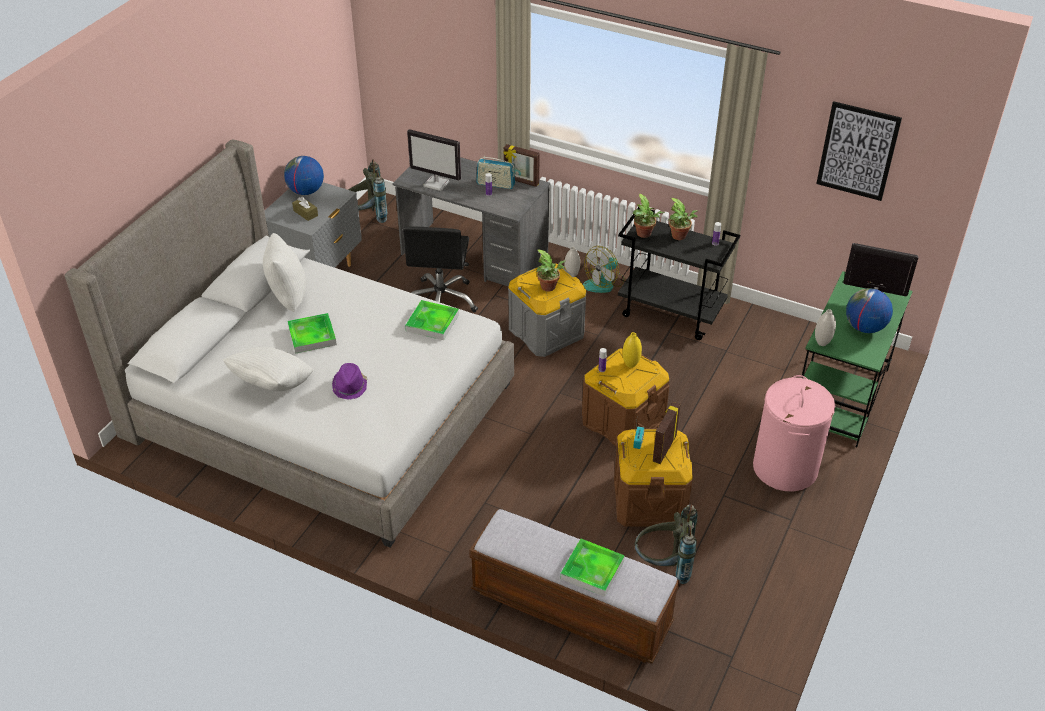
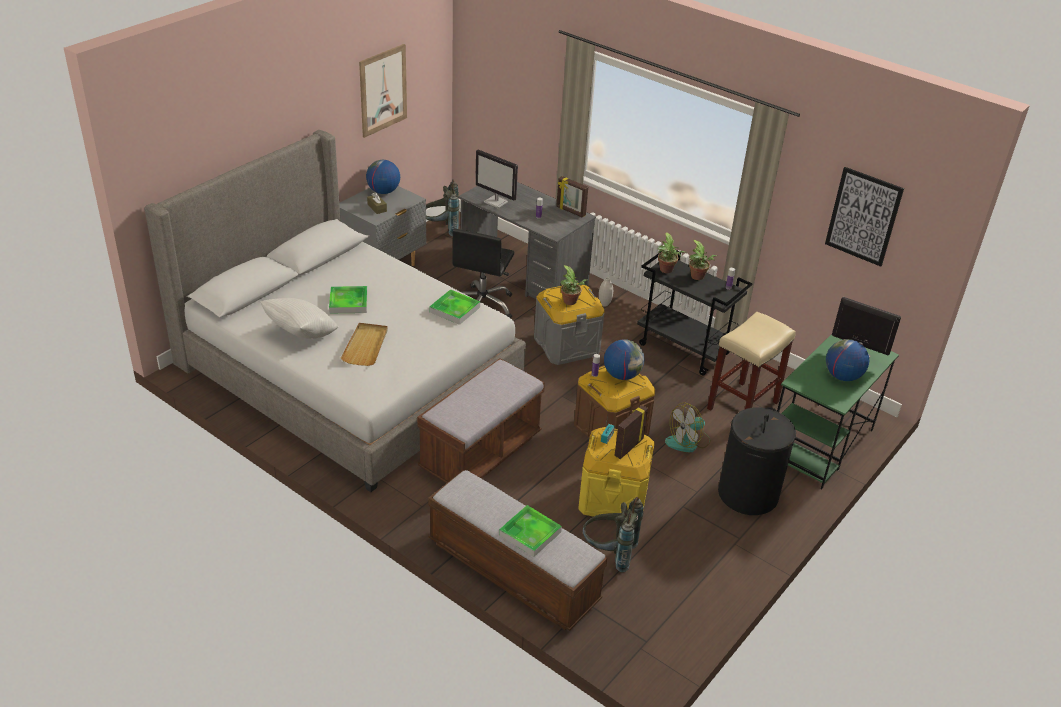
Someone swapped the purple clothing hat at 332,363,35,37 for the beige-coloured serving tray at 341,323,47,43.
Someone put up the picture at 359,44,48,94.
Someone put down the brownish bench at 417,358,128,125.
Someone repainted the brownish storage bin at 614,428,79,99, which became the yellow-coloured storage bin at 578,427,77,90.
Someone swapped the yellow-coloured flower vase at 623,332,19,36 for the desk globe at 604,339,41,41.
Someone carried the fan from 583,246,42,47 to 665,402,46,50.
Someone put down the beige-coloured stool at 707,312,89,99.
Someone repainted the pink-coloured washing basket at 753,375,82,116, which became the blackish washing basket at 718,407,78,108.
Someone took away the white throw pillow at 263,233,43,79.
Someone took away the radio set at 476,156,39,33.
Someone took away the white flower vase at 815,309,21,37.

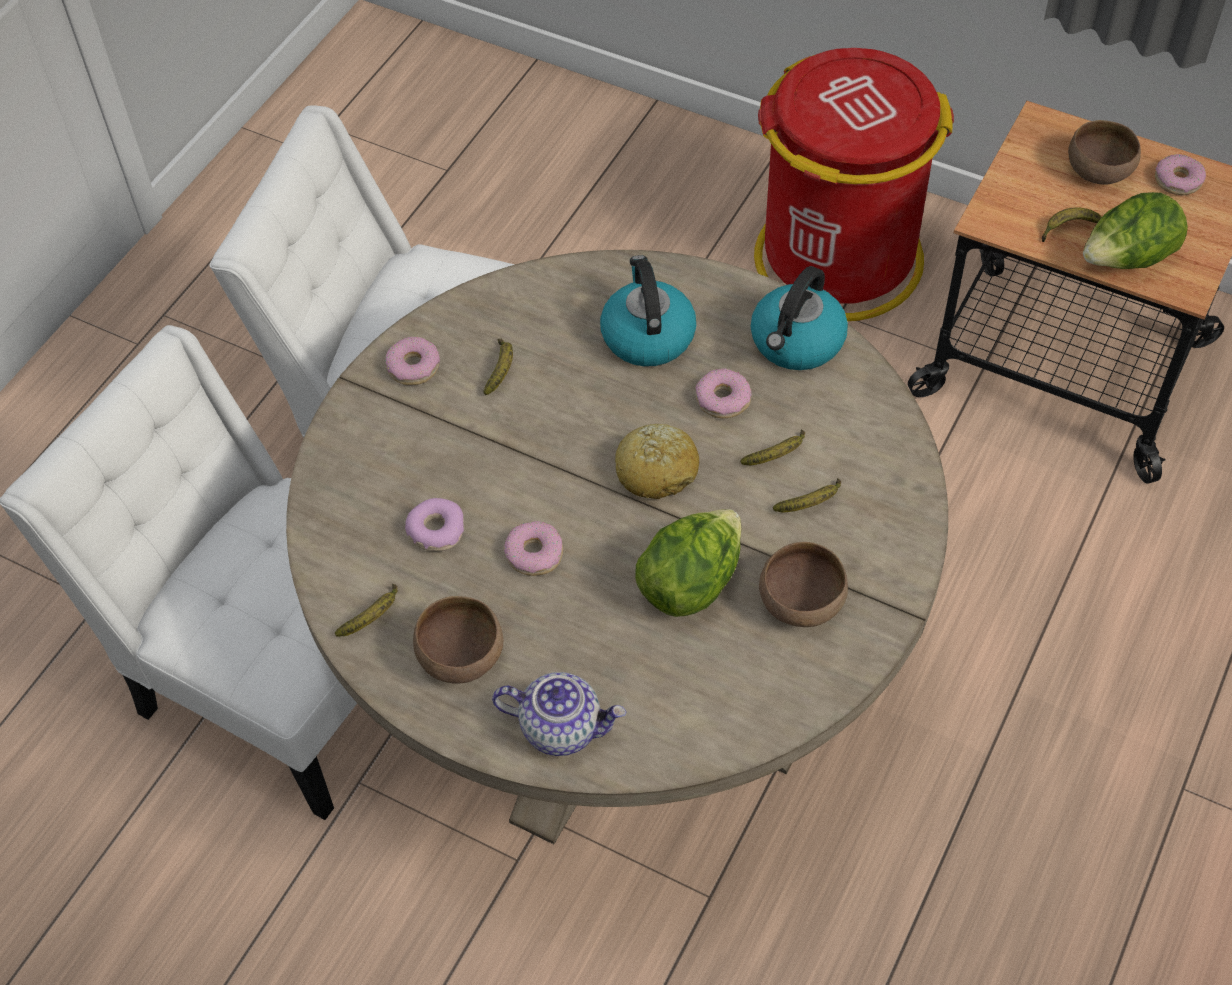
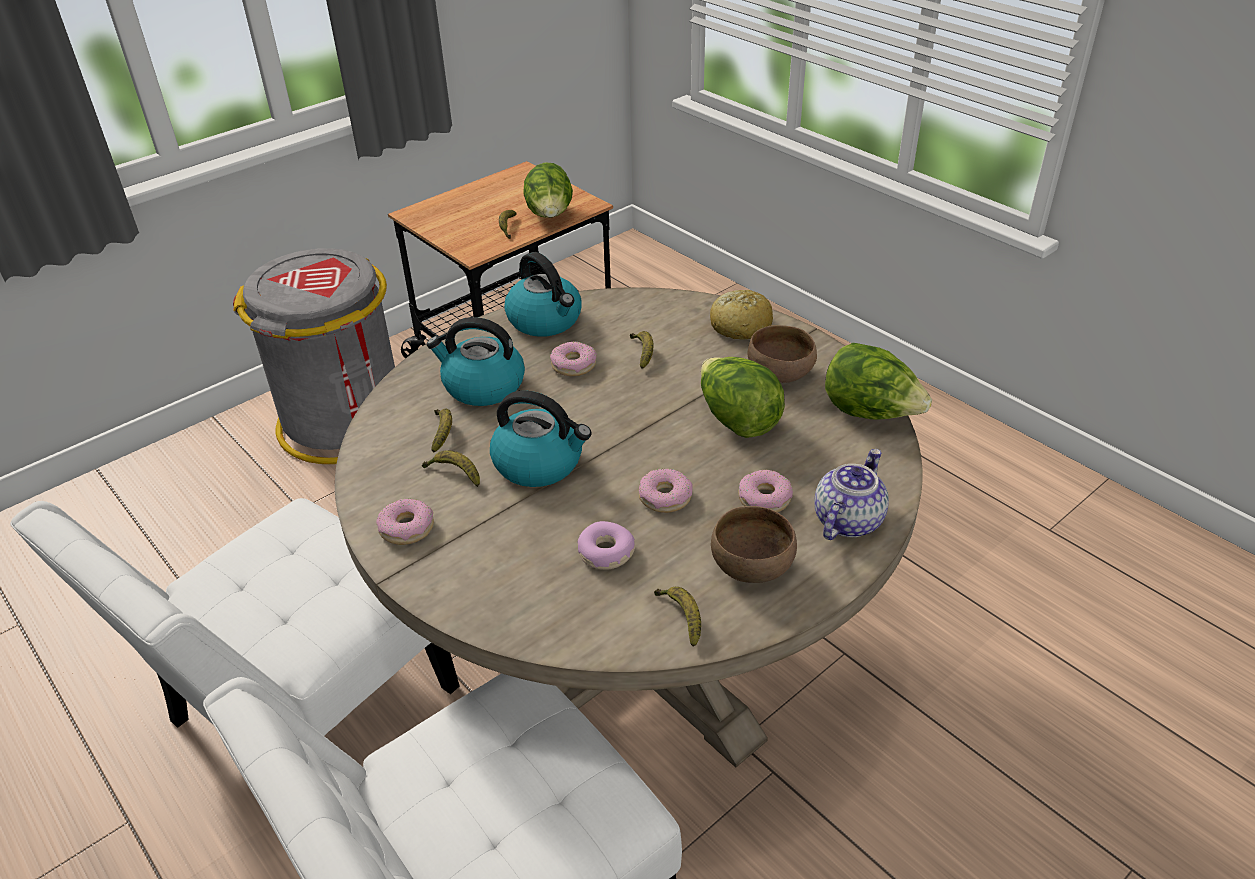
Someone repainted the red waste bin at 754,48,200,273, which became the greyish waste bin at 233,248,162,216.
Someone carried the banana fruit from 773,478,68,35 to 431,408,21,44.
Someone put down the kettle at 490,390,101,97.
Someone carried the bread from 615,424,84,75 to 710,290,63,49.
Someone carried the ring doughnut from 1155,154,51,41 to 738,470,55,42.
Someone put down the lettuce at 825,343,107,77.
Someone took away the brownish deep dish at 1068,120,73,65.

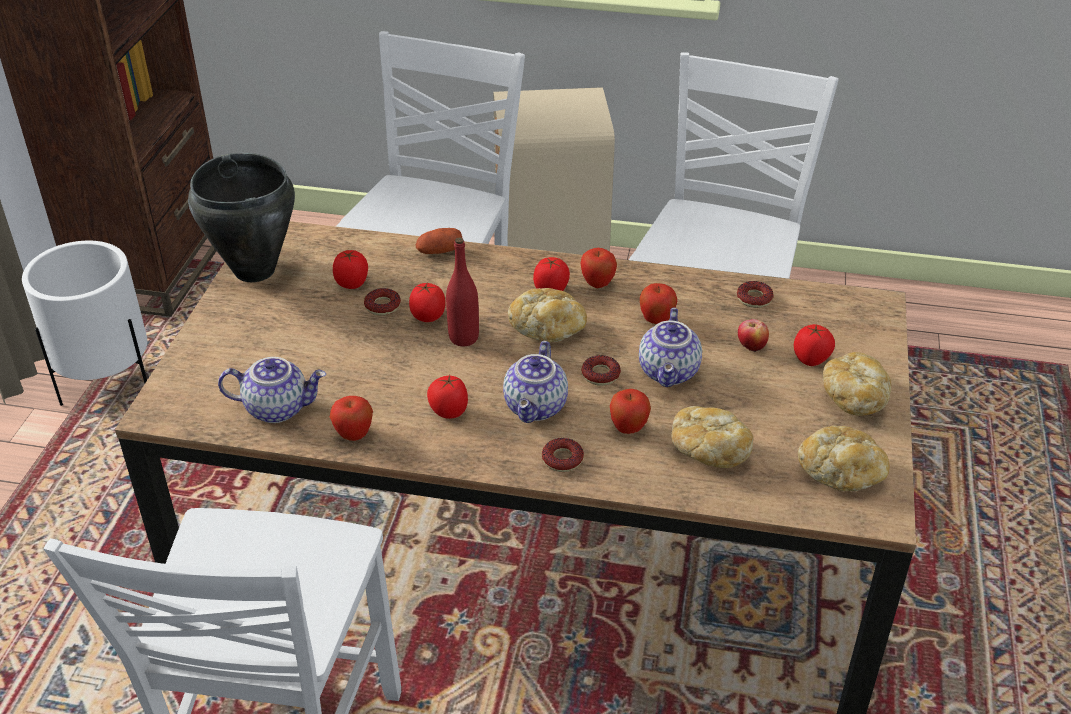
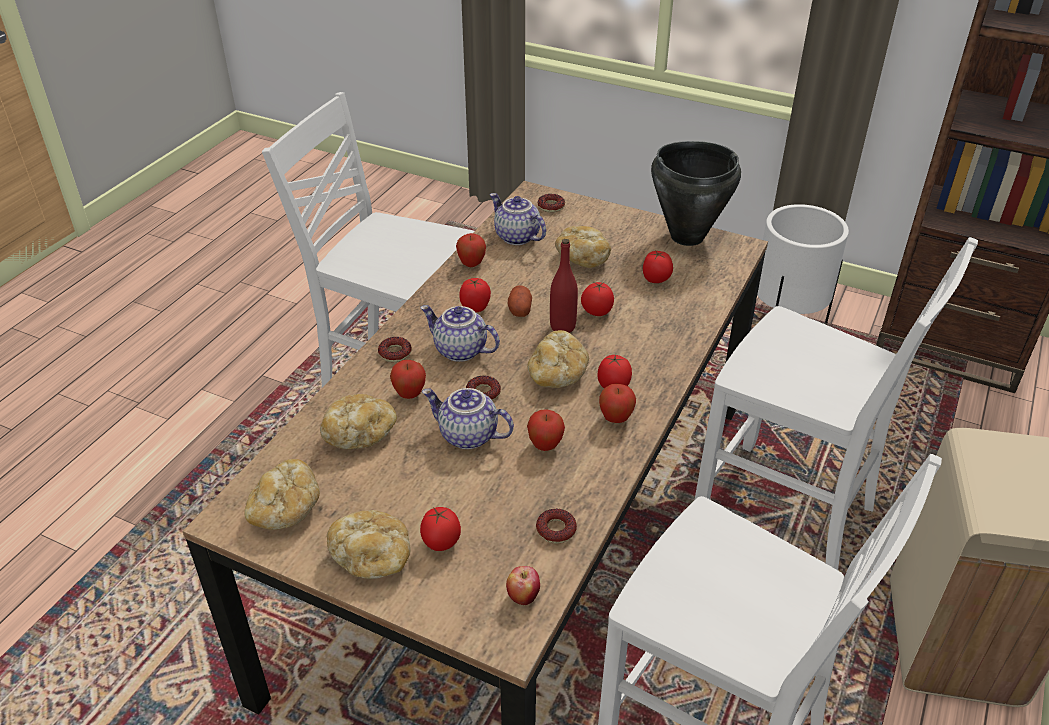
Someone rotated the teapot at 218,357,108,66 by 120 degrees clockwise.
Someone carried the apple fruit from 738,319,31,33 to 506,566,34,39.
Someone carried the potato from 416,228,46,26 to 508,285,24,32.
Someone carried the ring doughnut from 364,288,37,28 to 538,194,27,19.
Someone put down the bread at 555,226,56,42.

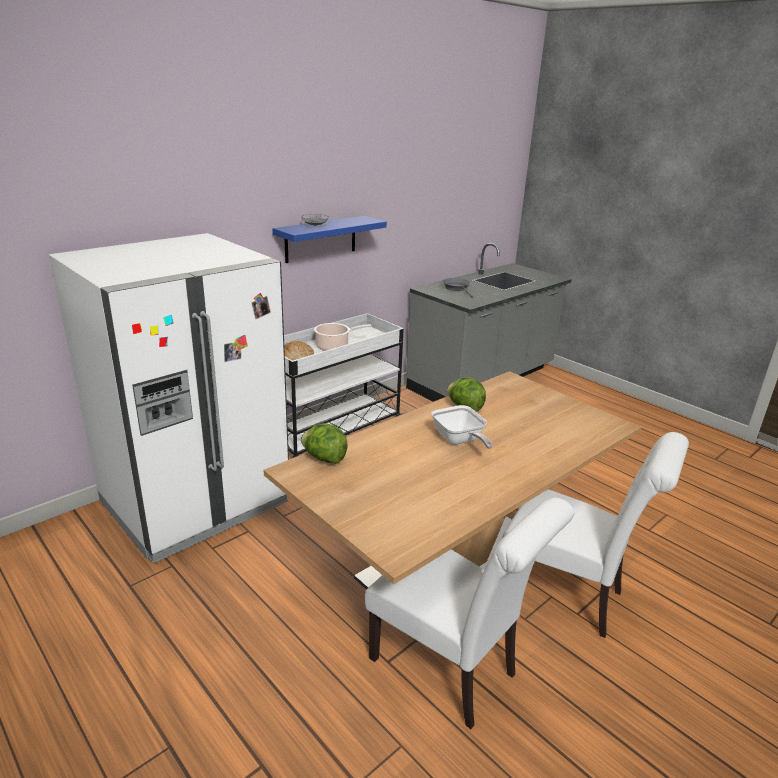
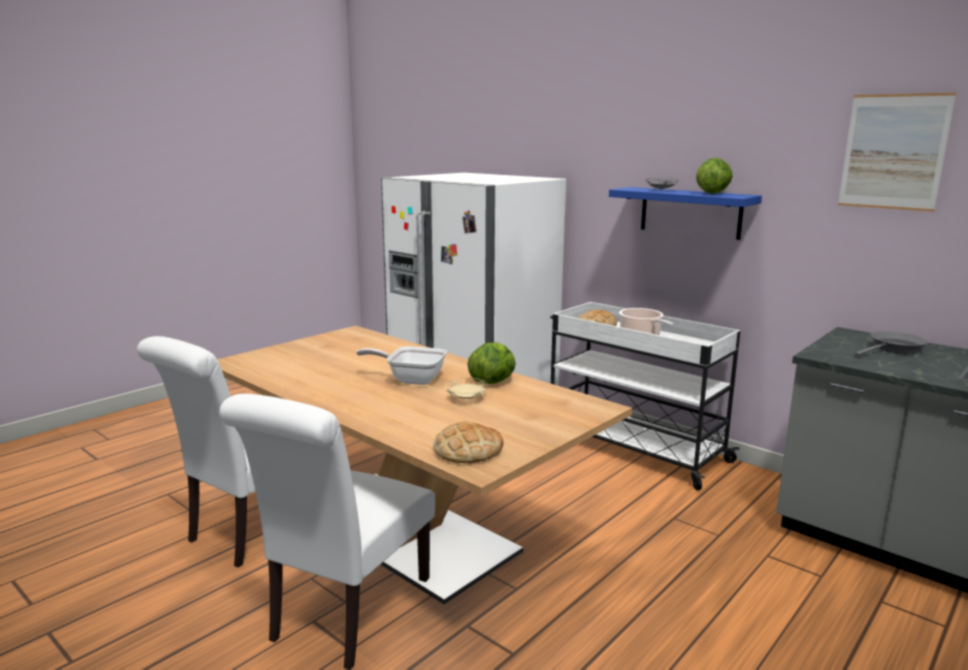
Someone rotated the frying pan at 431,405,62,44 by 45 degrees clockwise.
Someone put down the bread at 433,422,70,41.
Someone put down the beige-coloured dinner plate at 445,378,44,21.
Someone carried the lettuce from 301,423,47,41 to 696,157,37,37.
Someone put up the picture at 838,93,118,119.

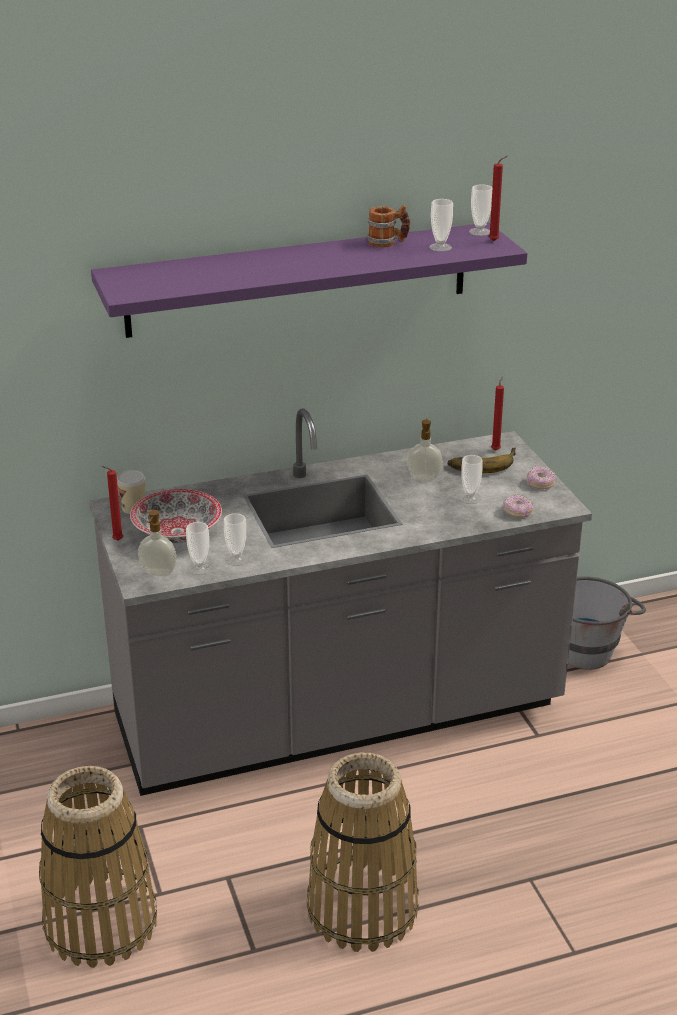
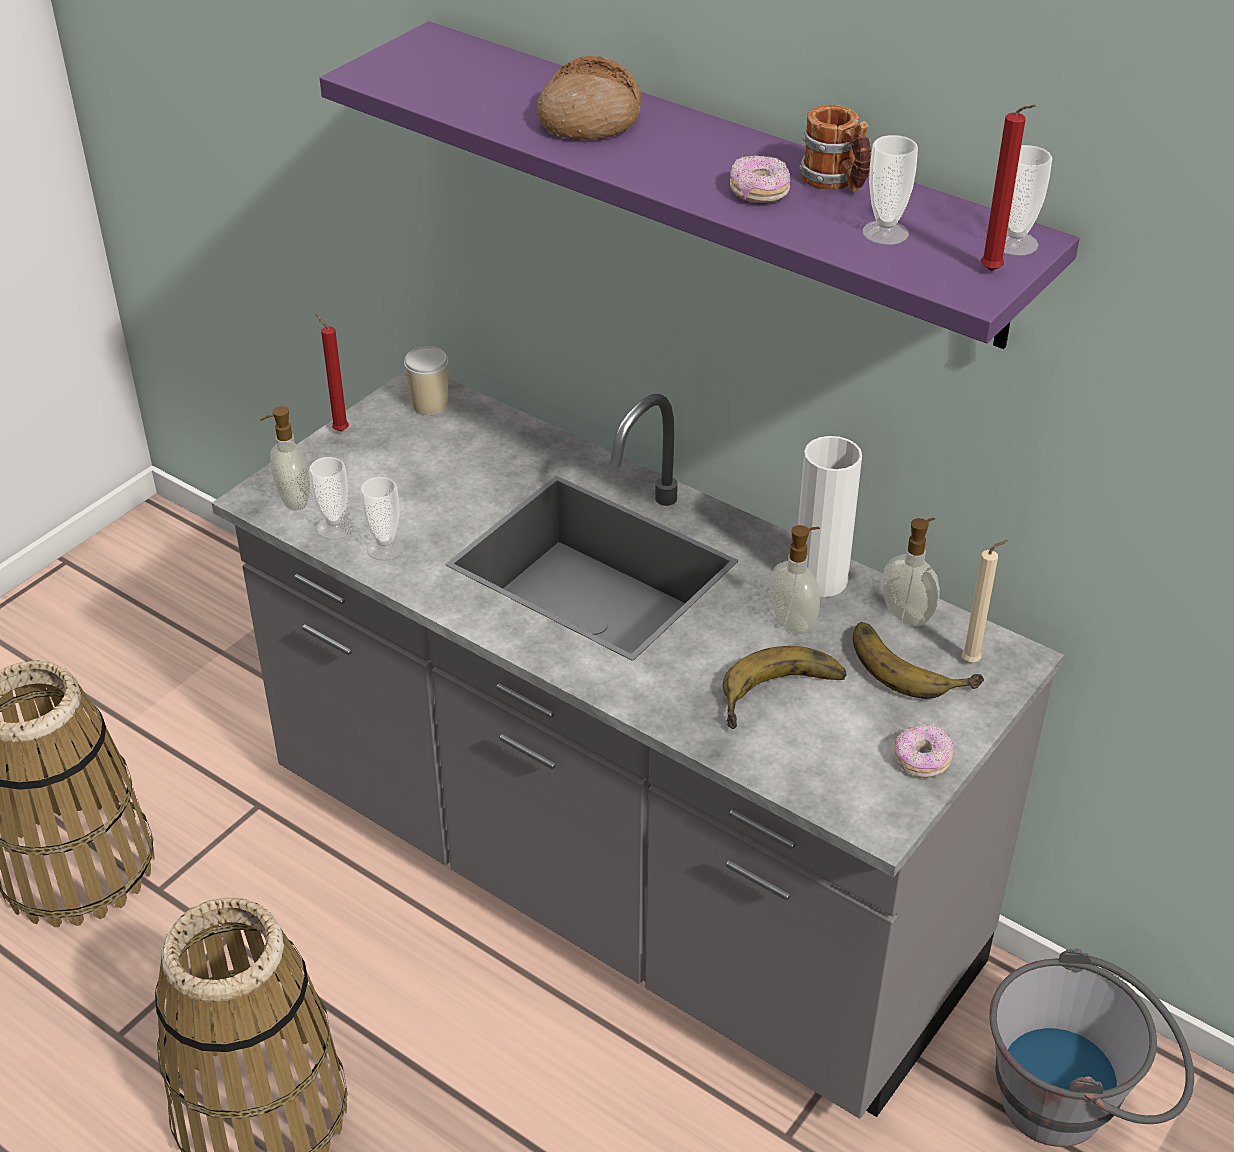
Someone put down the bread at 537,56,104,84.
Someone swapped the cup at 460,455,23,49 for the banana fruit at 723,646,124,83.
Someone carried the ring doughnut from 503,495,31,23 to 730,156,60,47.
Someone put down the white flower vase at 798,436,64,161.
Someone put down the soap dispenser at 882,517,58,109.
Someone repainted the red wax candle at 491,376,13,75, which became the beige-coloured wax candle at 962,540,47,122.
Someone took away the deep dish at 130,489,92,54.

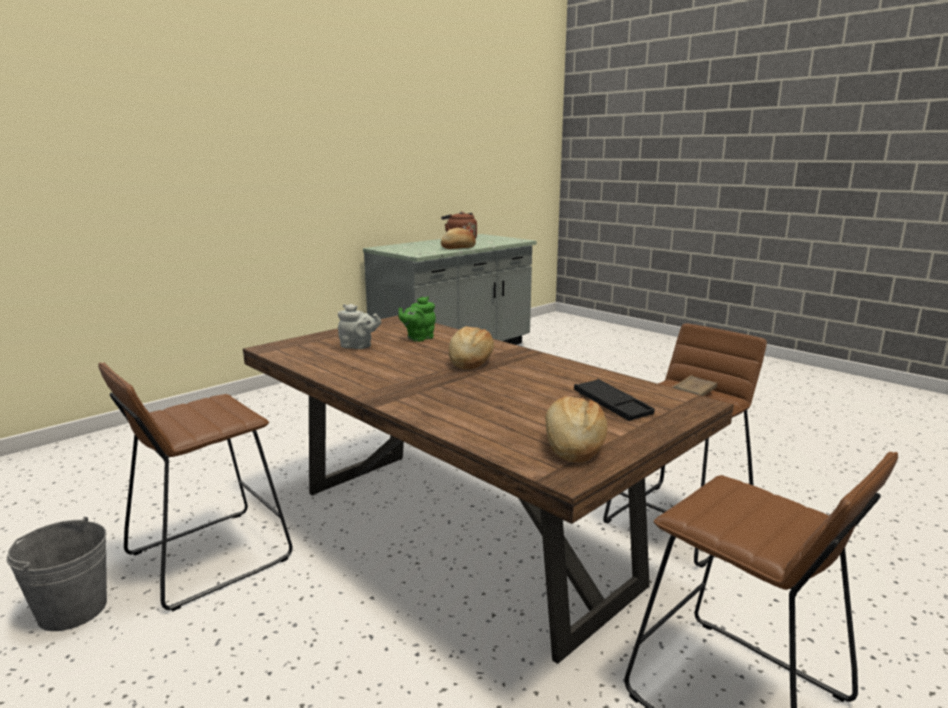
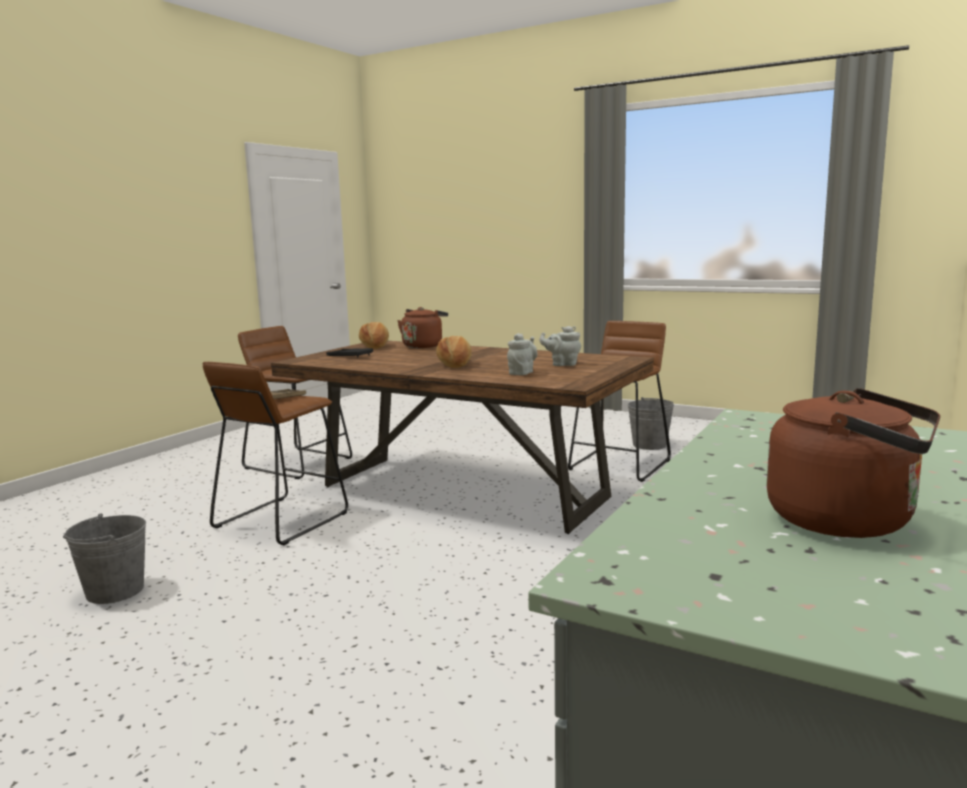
Someone put down the greyish water bucket at 63,514,83,90.
Someone put down the brownish kettle at 397,307,51,41.
Someone repainted the green-coloured teapot at 398,296,38,46, which became the greyish teapot at 507,333,30,42.
Someone took away the bread at 441,228,35,21.

